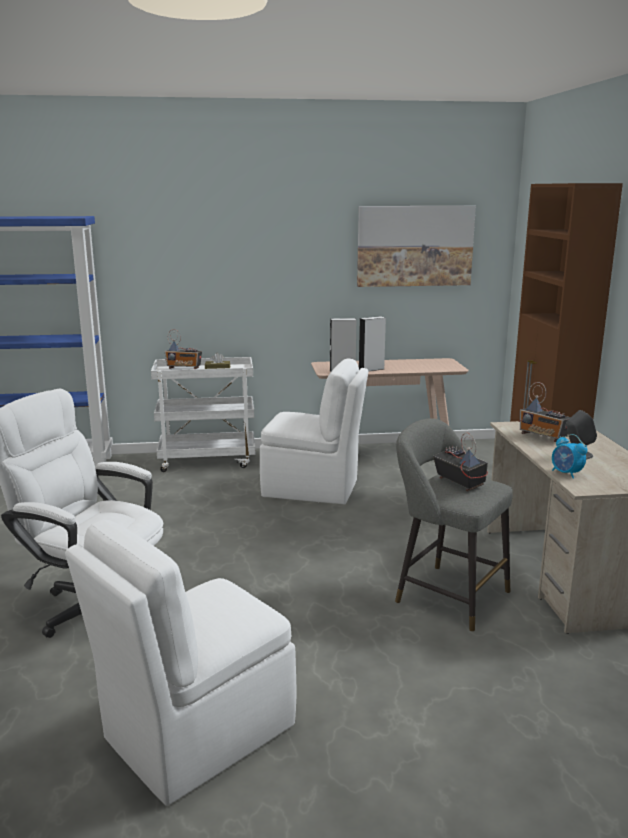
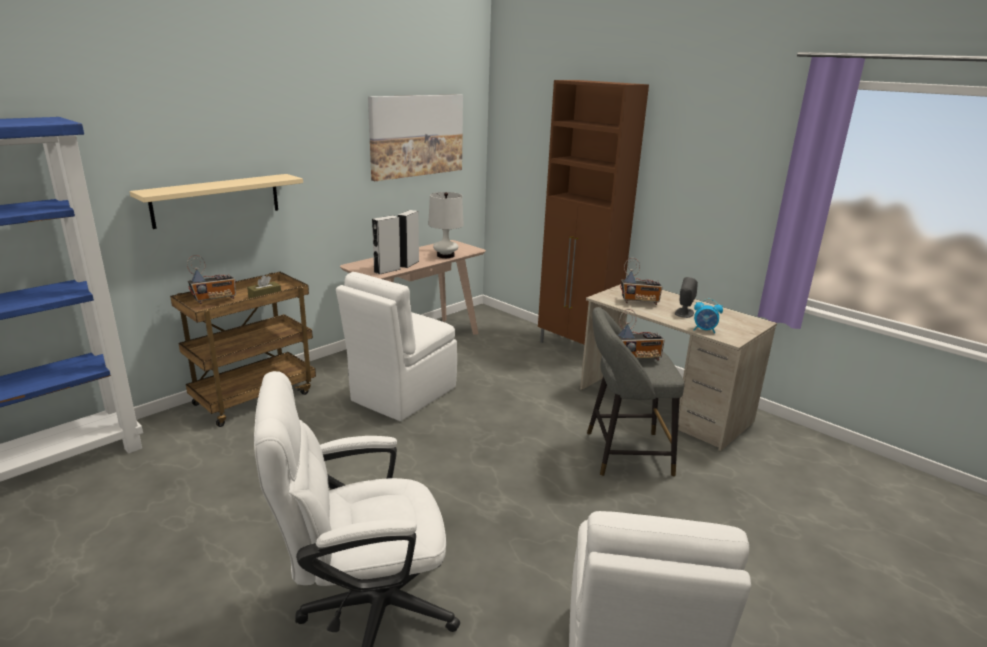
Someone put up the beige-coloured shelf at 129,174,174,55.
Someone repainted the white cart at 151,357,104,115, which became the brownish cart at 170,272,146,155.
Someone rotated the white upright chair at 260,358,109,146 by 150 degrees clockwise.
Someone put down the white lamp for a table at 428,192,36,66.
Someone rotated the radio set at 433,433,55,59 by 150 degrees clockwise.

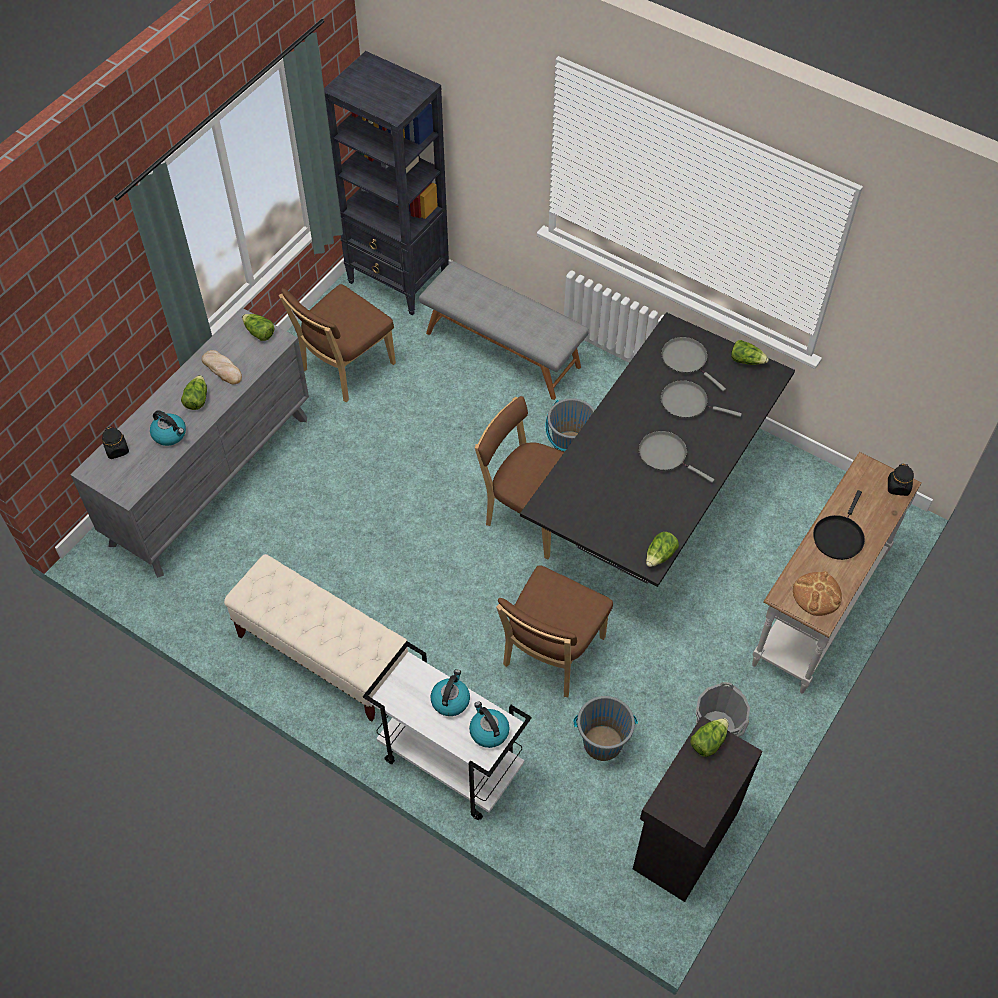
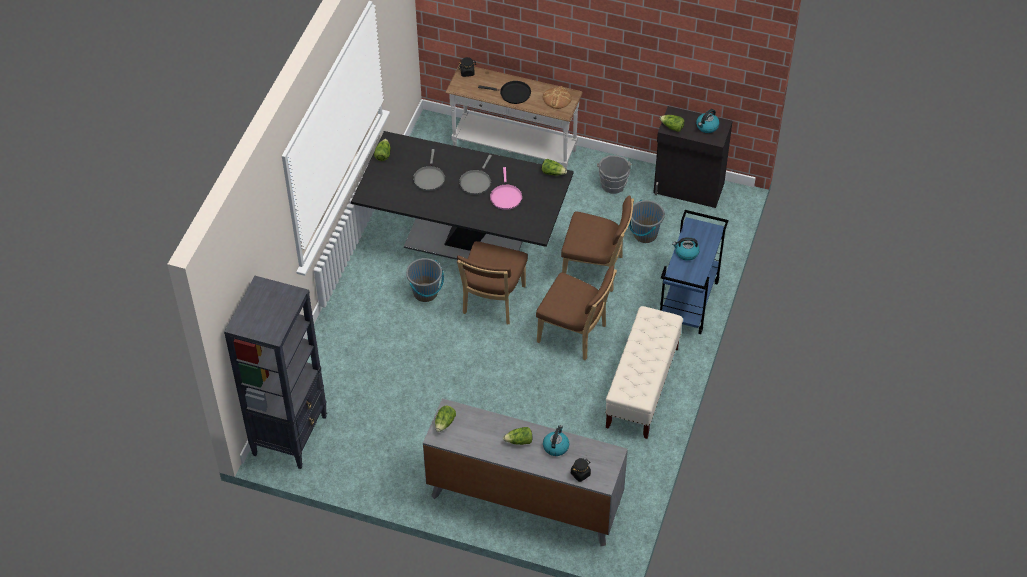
Someone put down the pink-coloured frying pan at 490,167,32,43.
Someone carried the brownish upright chair from 279,284,117,118 to 536,266,81,94.
Someone repainted the white cart at 363,641,168,179, which became the blue cart at 660,210,69,124.
Someone carried the kettle from 469,701,41,47 to 696,109,24,24.
Someone took away the bread at 201,350,41,35.
Someone took away the greyish bench at 419,261,170,139.
Someone took away the greyish frying pan at 661,337,65,54.

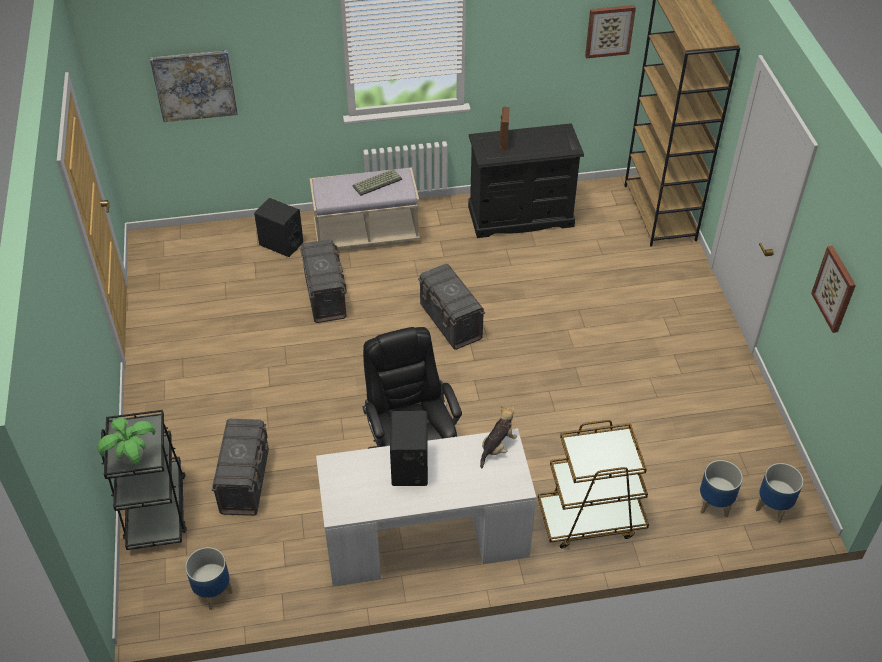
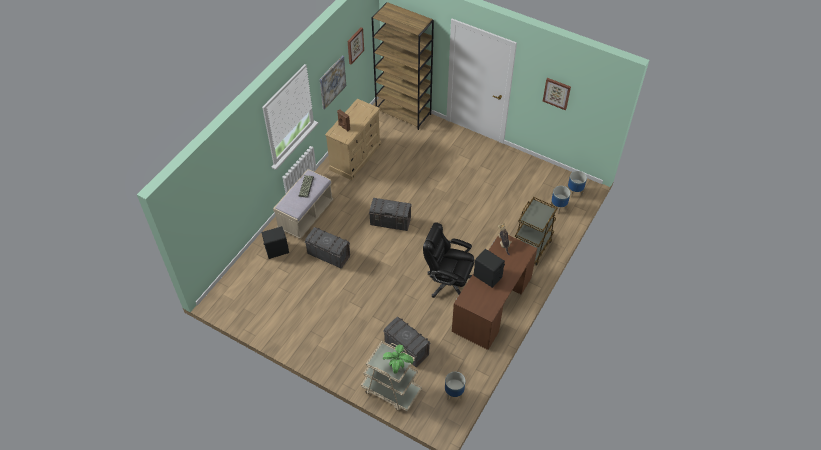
Someone carried the picture from 150,50,88,72 to 320,56,26,53.
Someone repainted the blackish chest of drawers at 468,123,116,115, which became the beige-coloured chest of drawers at 325,99,56,81.
Someone repainted the blackish cart at 101,410,86,140, which became the beige-coloured cart at 361,341,61,70.
Someone repainted the white desk table at 316,429,220,157, which became the brownish desk table at 452,235,85,115.

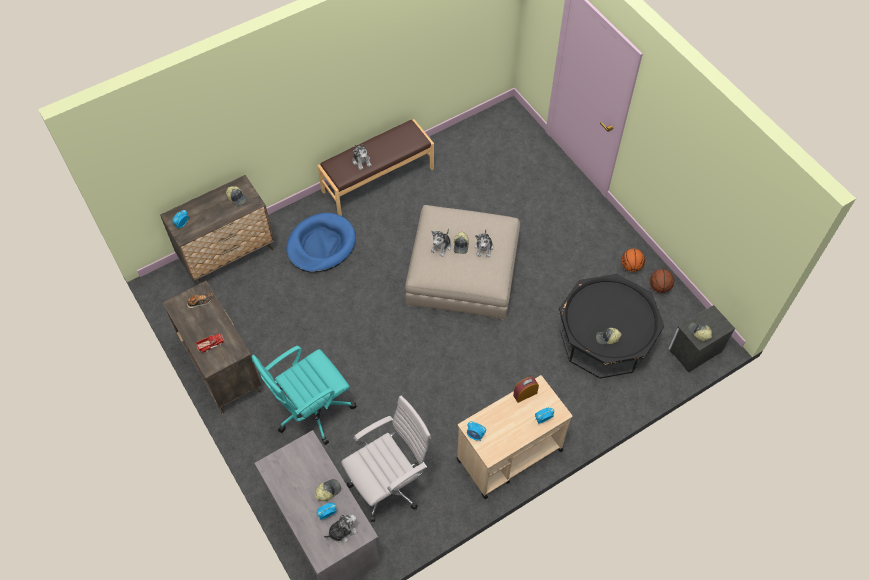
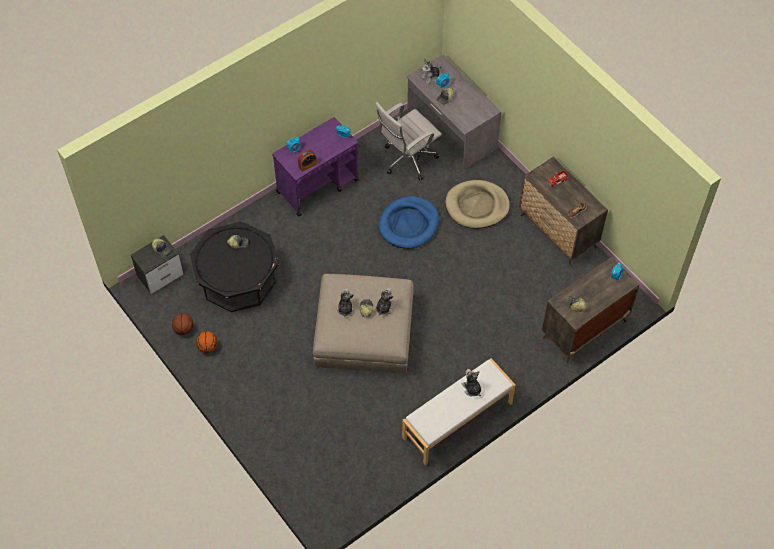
Someone repainted the beige-coloured cart at 457,375,115,124, which became the purple cart at 272,117,87,100.
Someone carried the blue pet bed from 286,213,70,59 to 378,196,61,53.
Someone repainted the brownish bench at 317,119,117,97, which became the white bench at 402,358,114,107.
Someone swapped the turquoise-coloured office chair at 252,346,105,99 for the beige-coloured pet bed at 445,180,65,48.

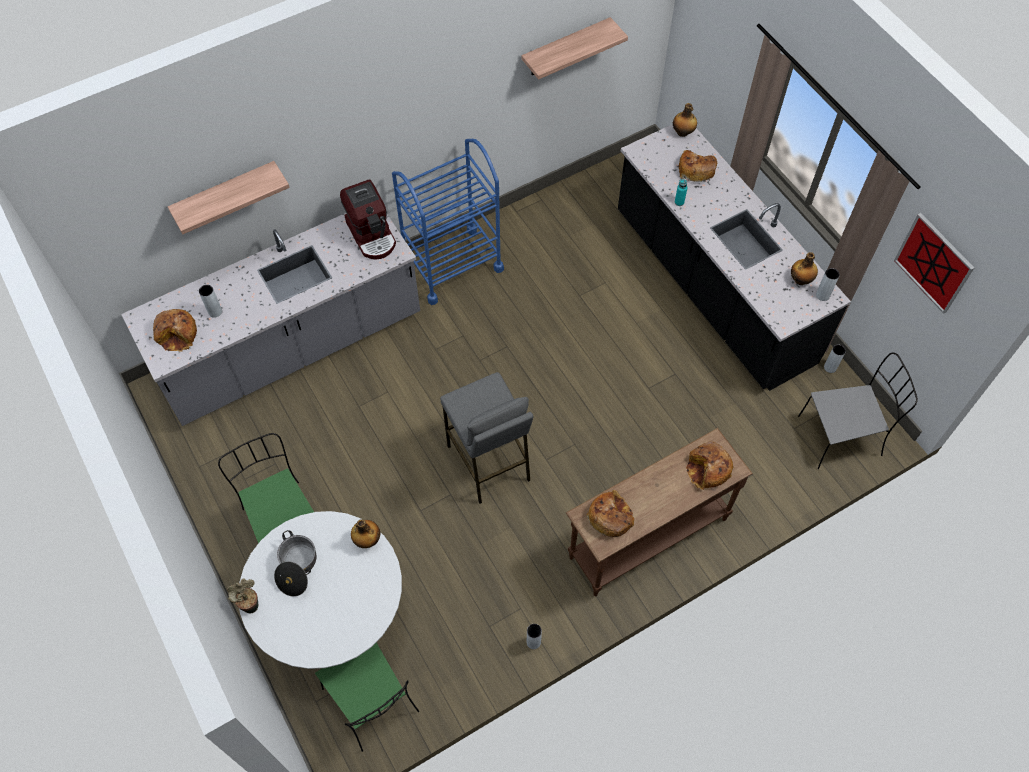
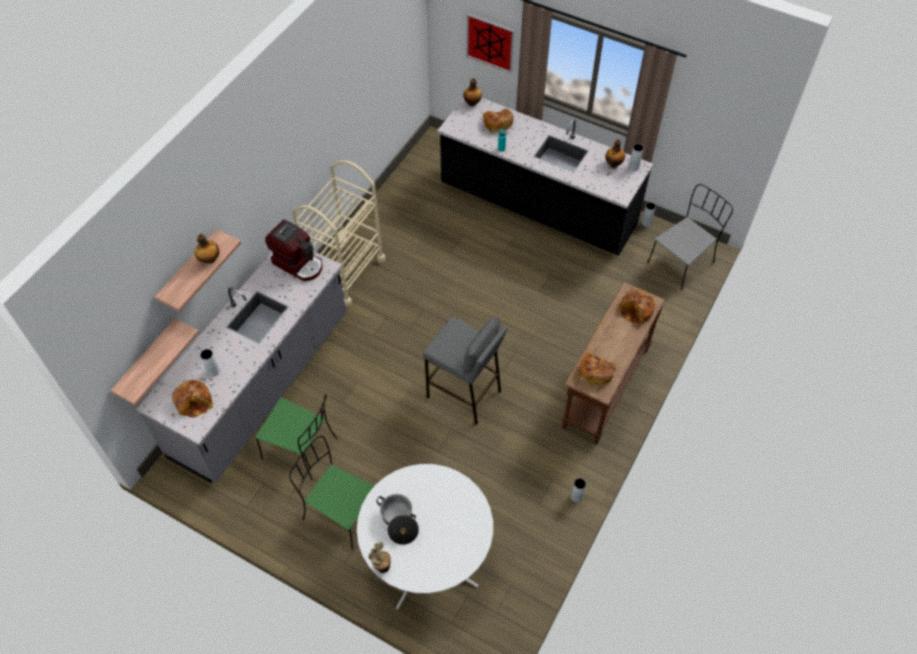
Someone carried the shelf from 522,17,106,63 to 110,318,89,88.
Someone carried the drink bottle from 351,519,29,29 to 194,234,25,30.
Someone carried the green-coloured upright chair from 315,643,104,109 to 255,394,82,87.
Someone repainted the blue cart at 392,139,112,166, which became the beige-coloured cart at 292,160,94,147.
Someone carried the picture from 894,213,80,101 to 466,14,48,59.

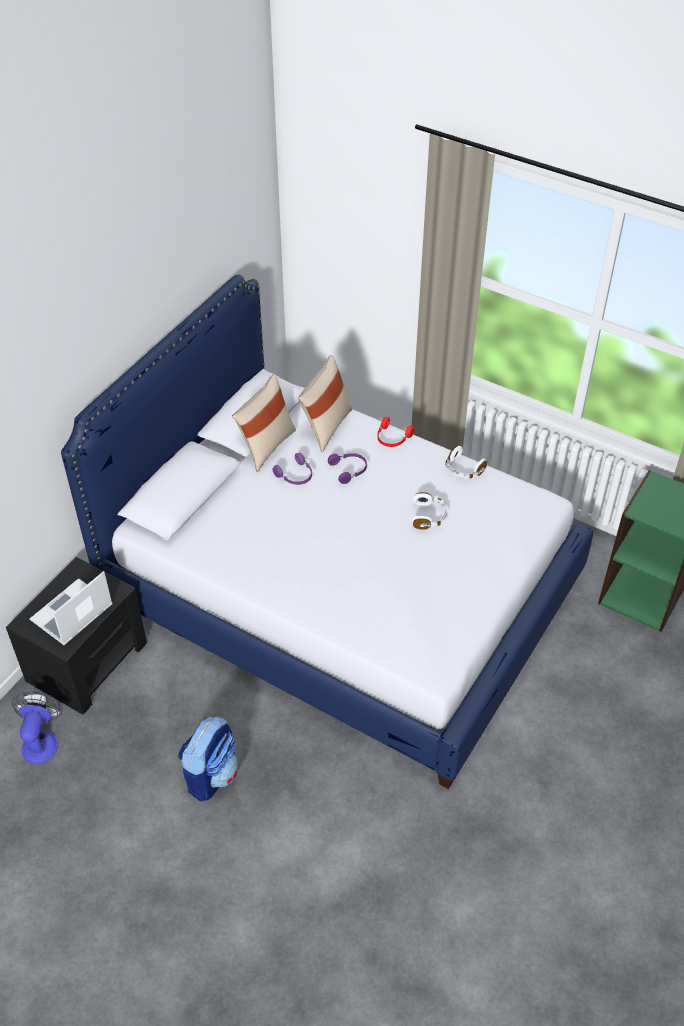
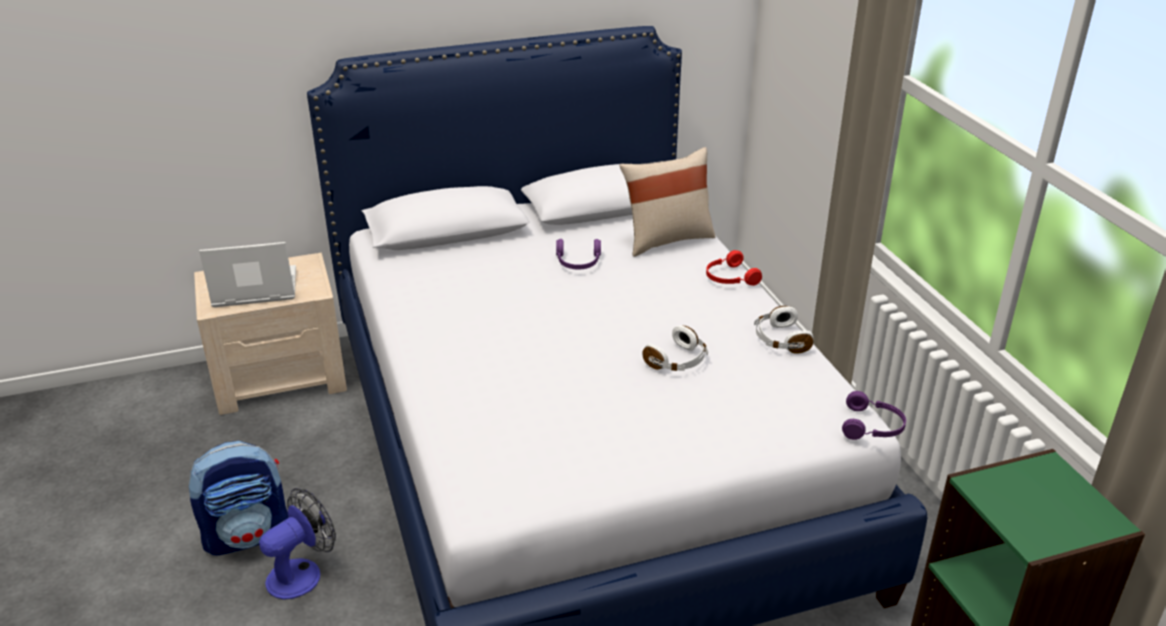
Someone repainted the blackish night table at 6,557,141,157, which became the beige-coloured night table at 194,253,153,162.
Someone carried the fan from 12,691,50,73 to 259,488,77,112.
Someone carried the purple headphones from 328,453,39,31 to 842,391,64,49.
Someone took away the beige-coloured throw pillow at 232,374,64,98.

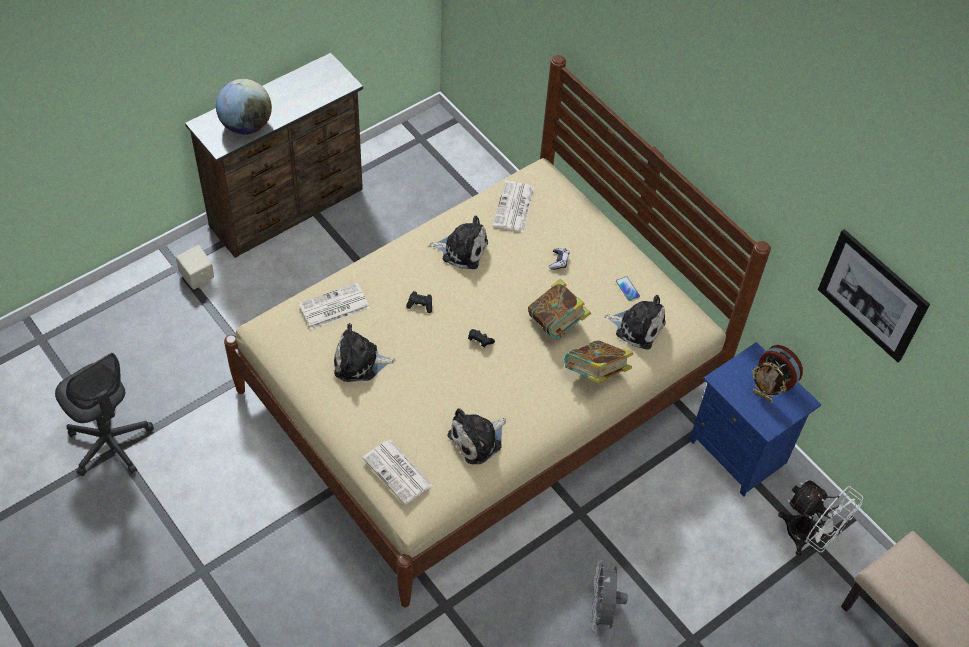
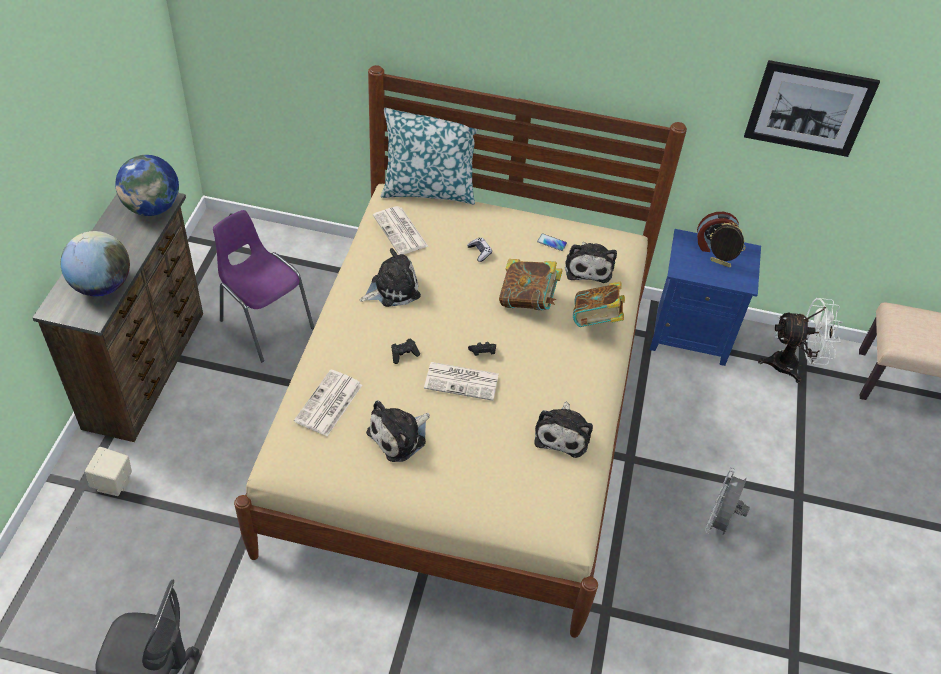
Someone put down the desk globe at 115,155,64,61.
Someone put down the purple upright chair at 213,210,101,152.
Someone put down the throw pillow at 381,108,96,96.
Someone carried the daily paper from 363,440,70,65 to 424,362,75,39.
Someone rotated the soft toy at 604,295,62,55 by 105 degrees clockwise.
Someone rotated the greyish fan at 592,560,36,72 by 60 degrees clockwise.
Someone rotated the picture frame at 752,362,34,40 by 150 degrees counterclockwise.

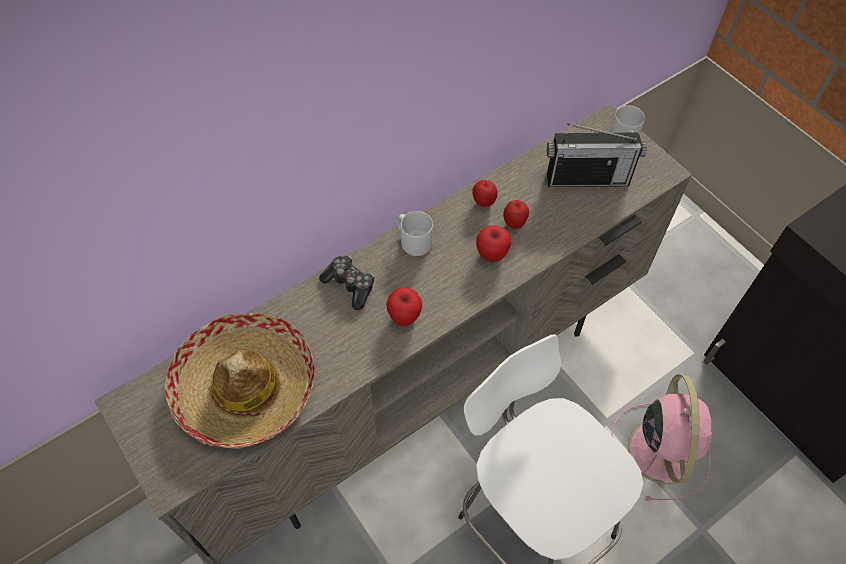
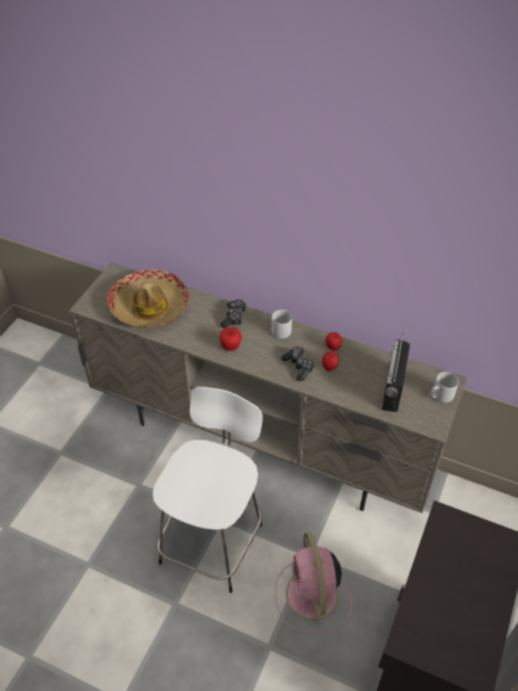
Someone rotated the pink-coloured fan at 612,374,100,127 by 105 degrees clockwise.
Someone swapped the apple fruit at 476,225,35,37 for the joypad at 281,347,34,34.
Someone rotated the radio set at 547,123,100,64 by 45 degrees clockwise.

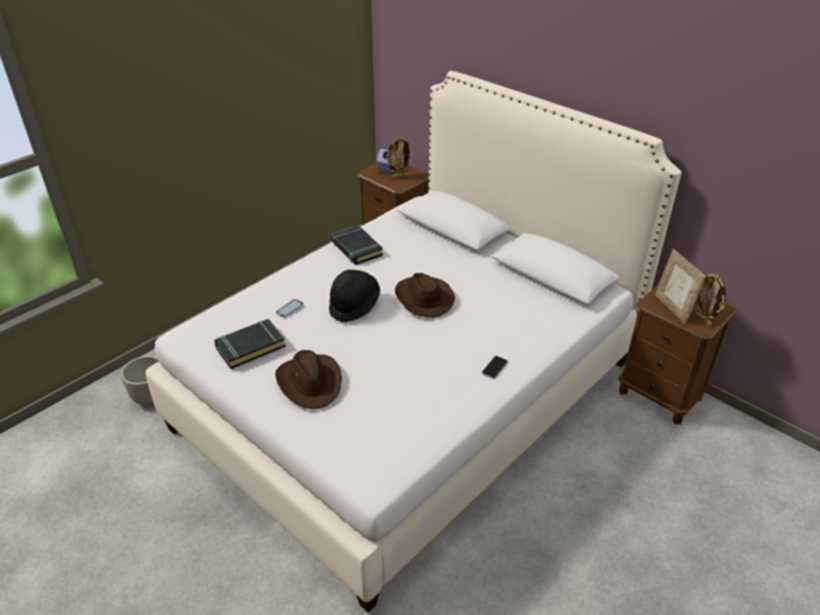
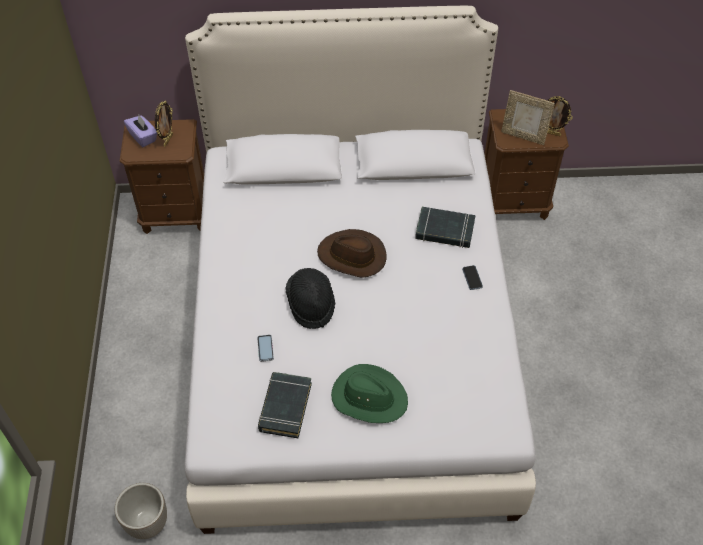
Someone repainted the brownish clothing hat at 275,350,67,59, which became the green-coloured clothing hat at 331,364,77,59.
Someone carried the blackish volume from 331,225,52,40 to 415,207,61,41.

